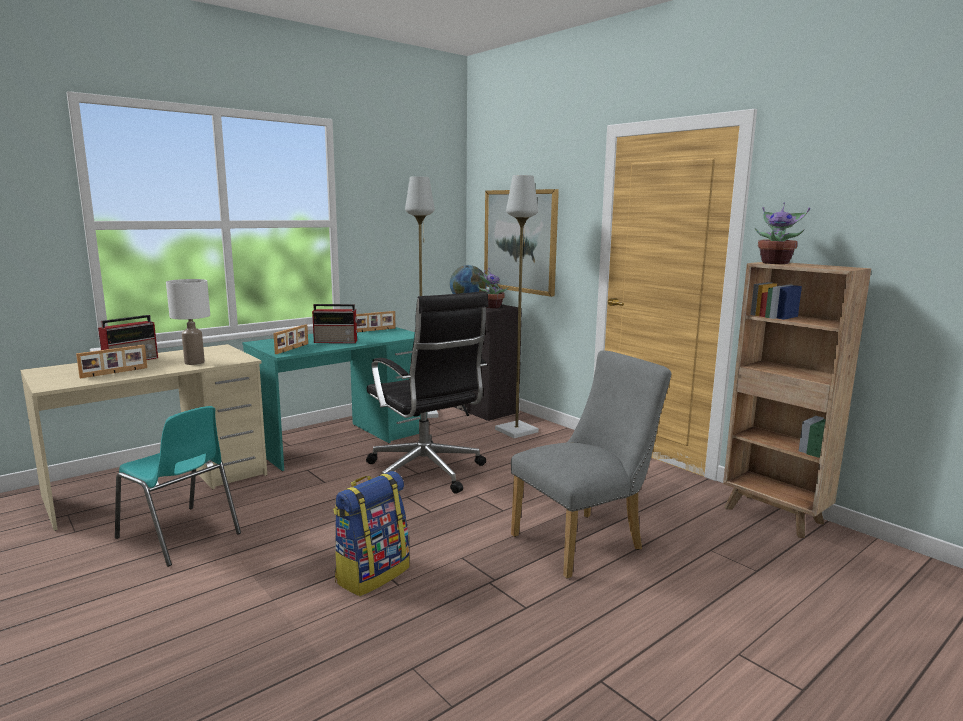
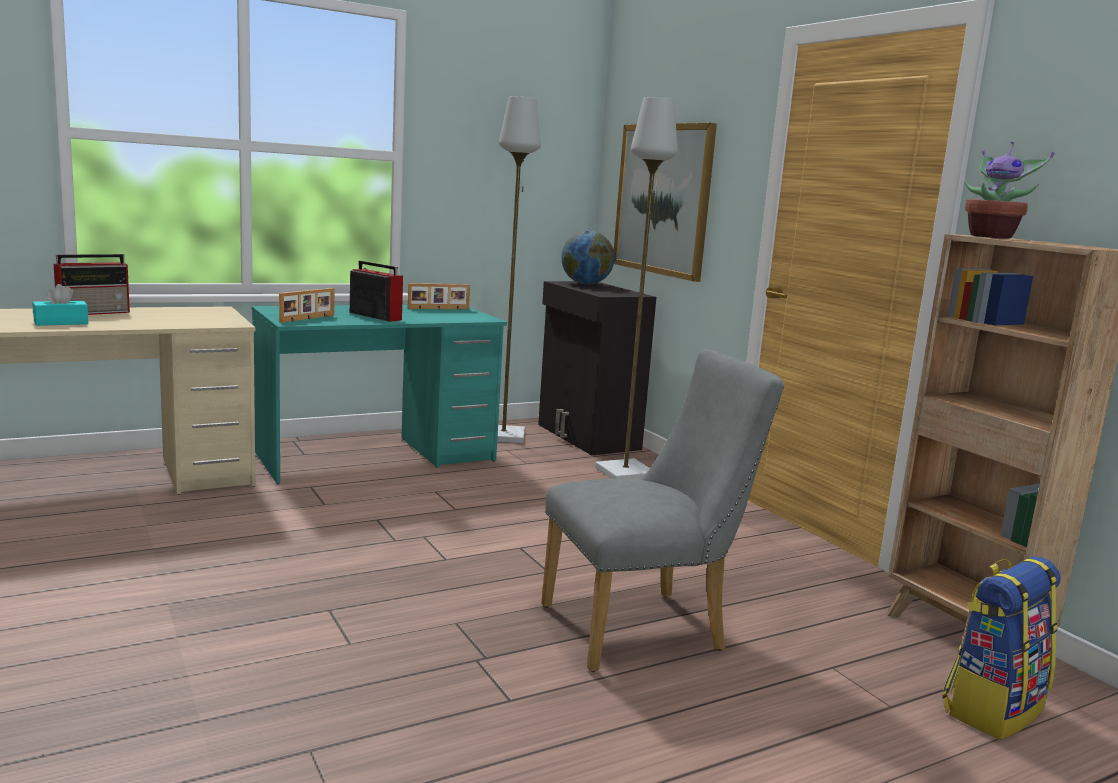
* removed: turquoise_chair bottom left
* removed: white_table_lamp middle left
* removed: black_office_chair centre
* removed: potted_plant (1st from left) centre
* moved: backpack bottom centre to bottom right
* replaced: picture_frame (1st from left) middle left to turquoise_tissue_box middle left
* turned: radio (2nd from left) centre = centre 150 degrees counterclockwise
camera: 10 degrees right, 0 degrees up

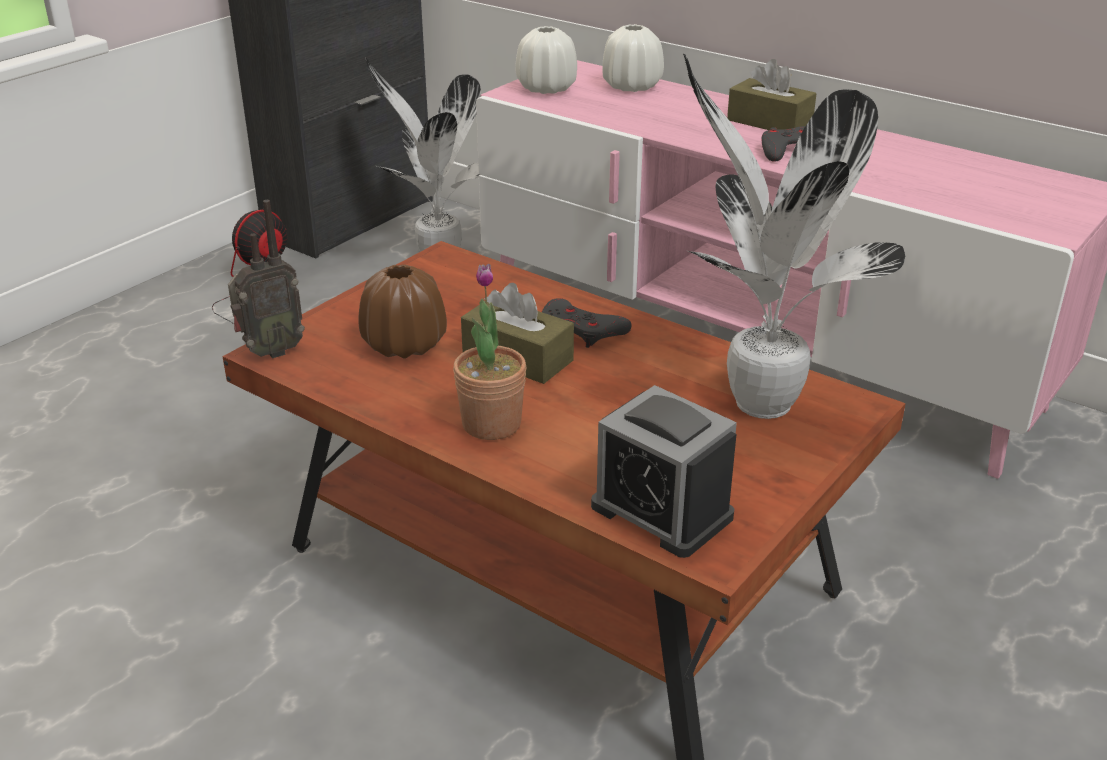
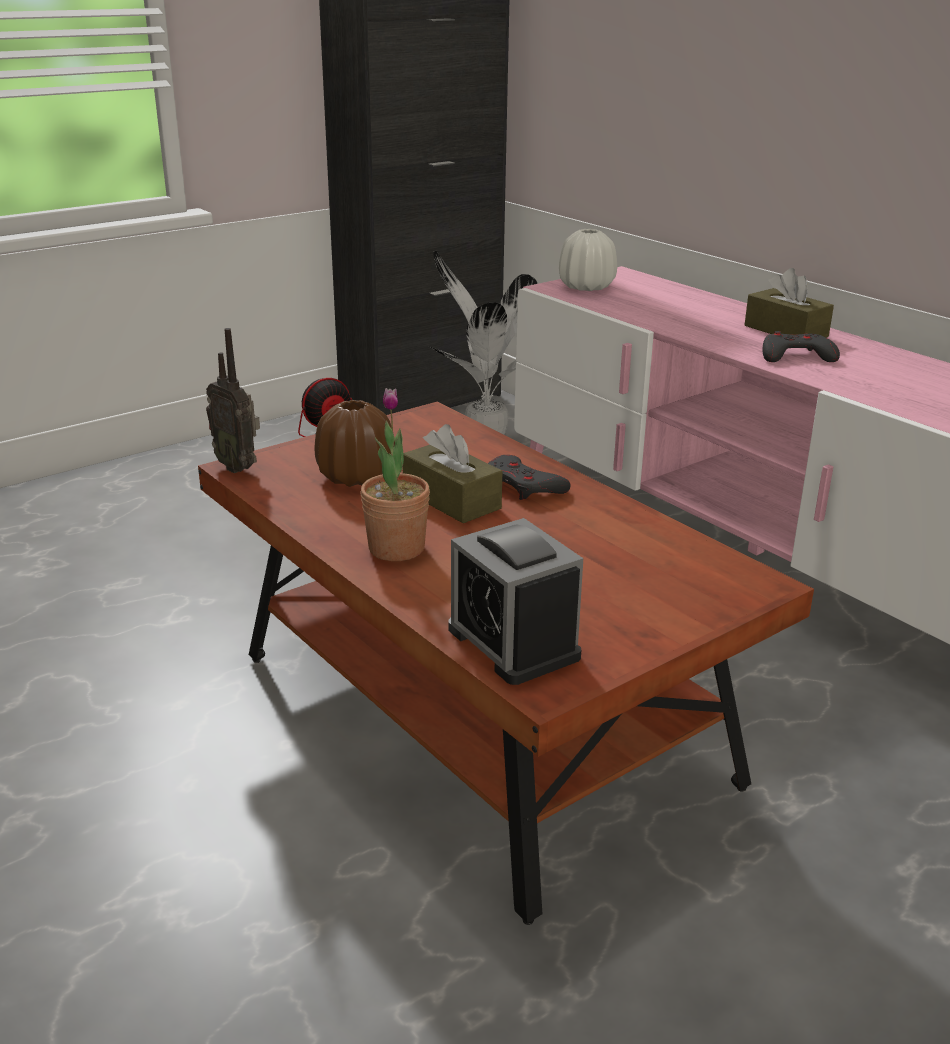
* removed: white_vase (2nd from left) top centre
* removed: potted_plant (3rd from left) top right
* turned: radio middle left = middle left 60 degrees clockwise
camera: 15 degrees right, 5 degrees down

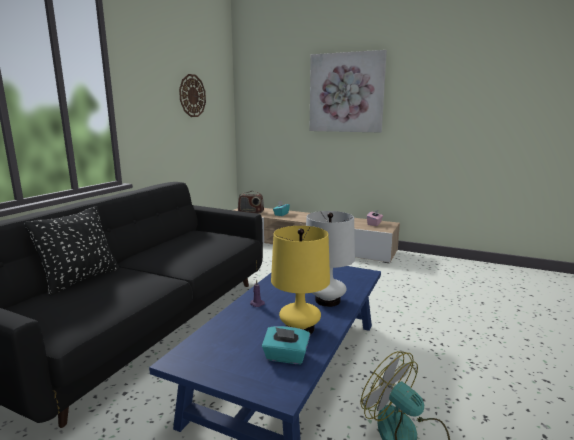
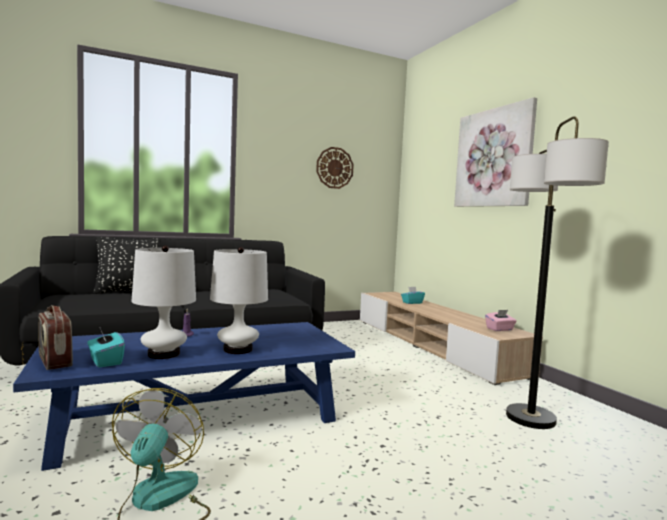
* added: floor_lamp middle right
* moved: radio centre to middle left
* recoloured: yellow_table_lamp centre to white_table_lamp (1st from left) middle left
camera: 40 degrees right, 10 degrees down

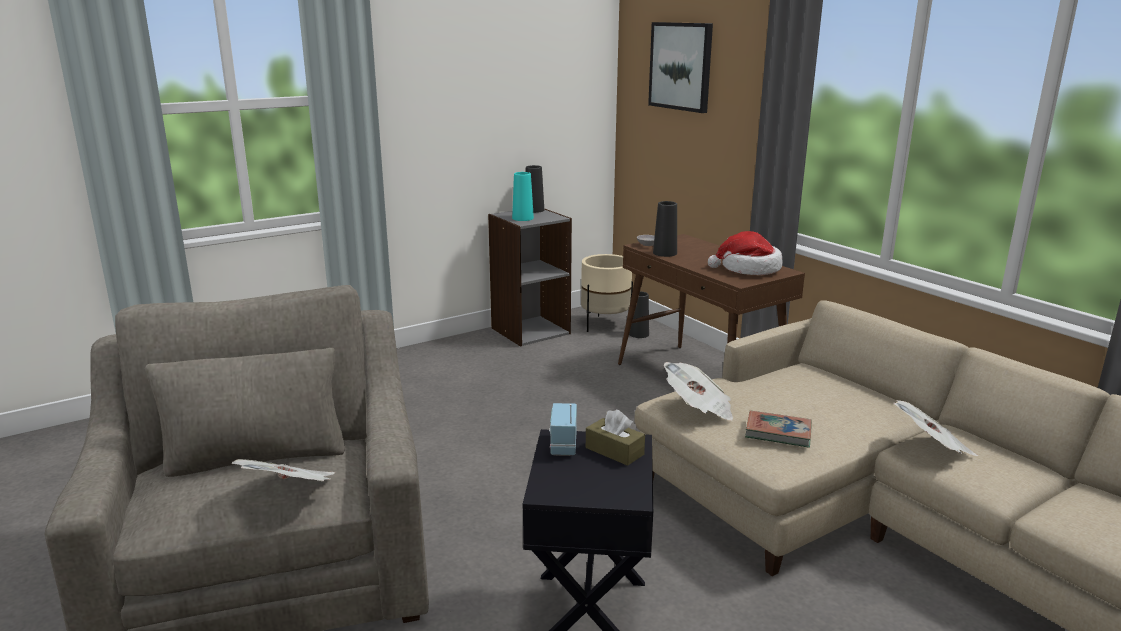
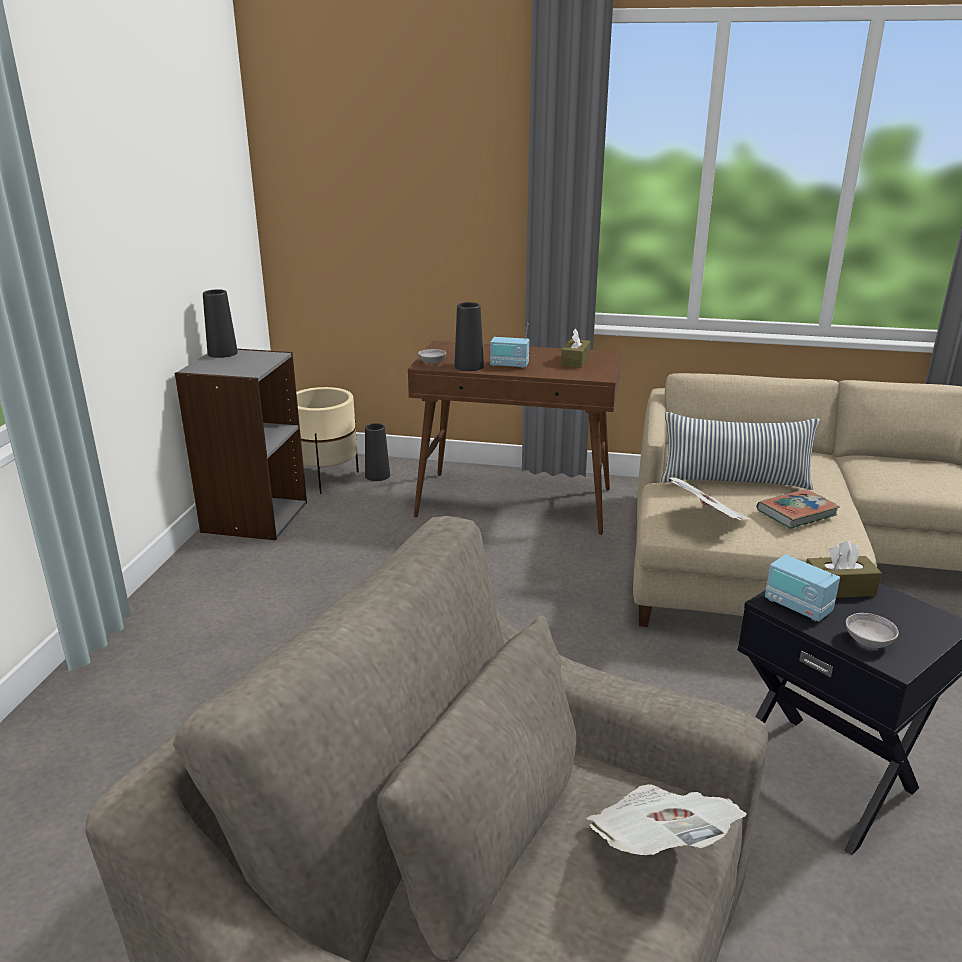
* removed: turquoise_vase top centre
* removed: picture top centre
* removed: newspaper (3rd from left) bottom right
* added: radio (1st from left) centre
* added: pillow middle right
* added: grey_bowl (2nd from left) middle right
* replaced: hat centre to brown_tissue_box (1st from left) centre
camera: 45 degrees left, 5 degrees up

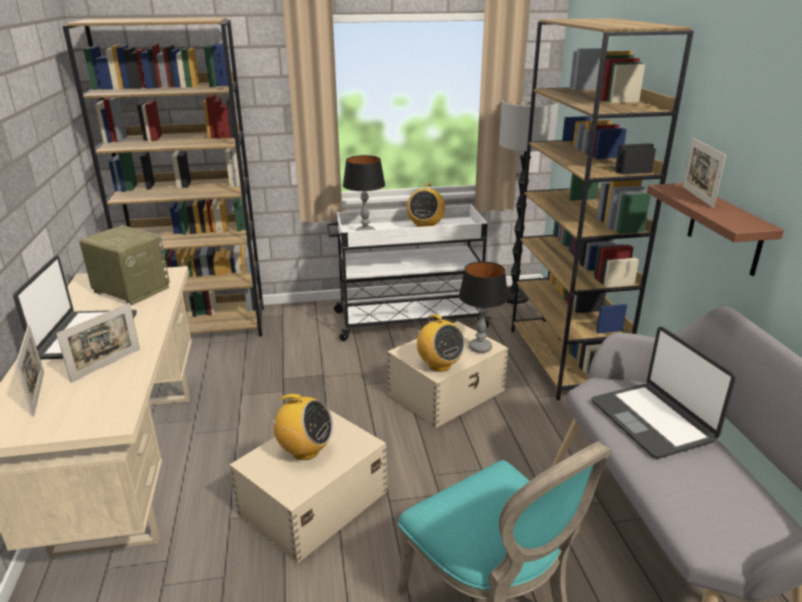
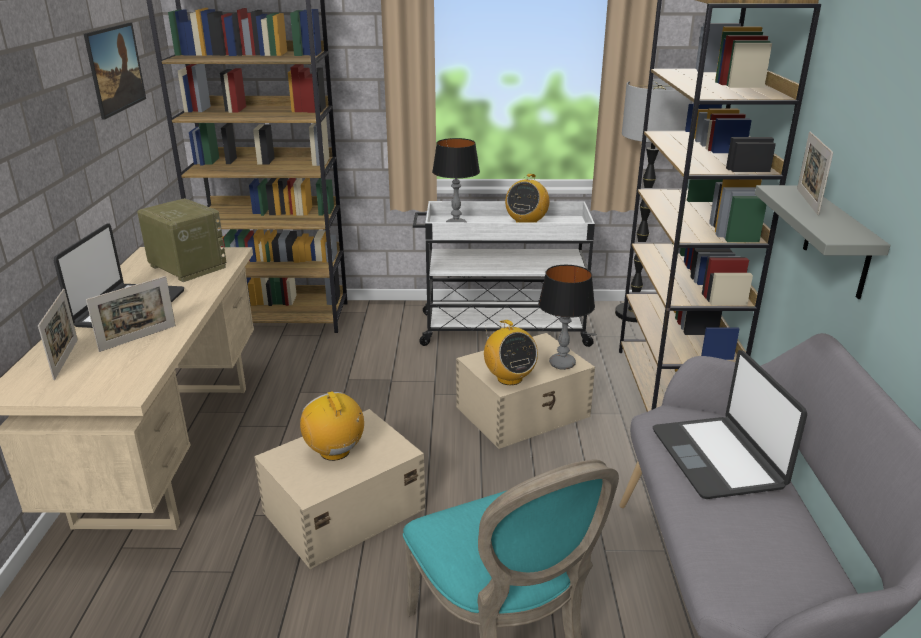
* added: picture top left
* recoloured: brown_shelf middle right to grey_shelf middle right
* turned: radio (2nd from left) bottom centre = bottom centre 150 degrees counterclockwise
camera: 10 degrees right, 0 degrees up

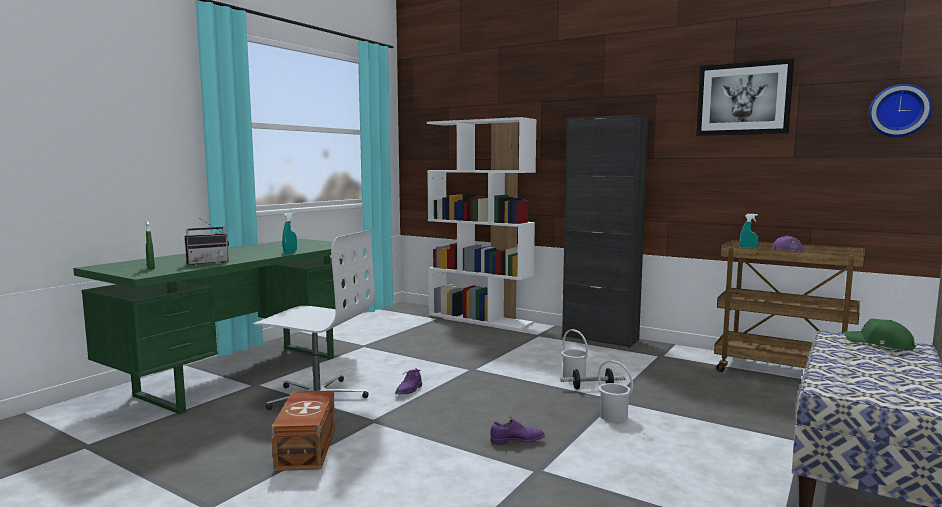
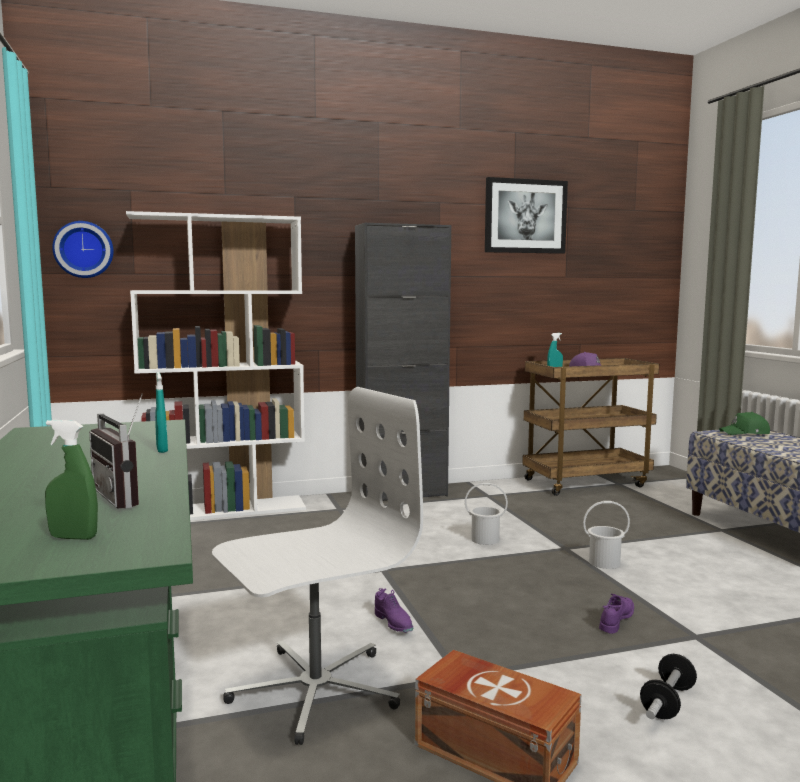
* moved: dumbbell bottom centre to bottom right
* moved: wall_clock top right to top left
* turned: radio middle left = middle left 135 degrees clockwise
camera: 50 degrees left, 0 degrees up

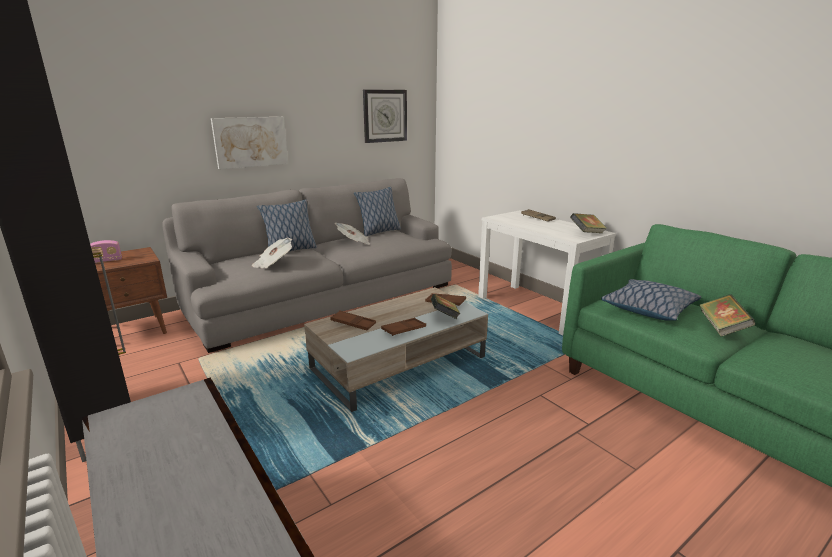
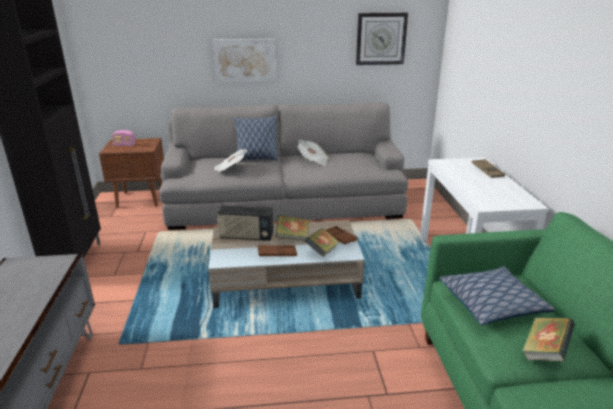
* removed: pillow (2nd from left) centre
* moved: book (2nd from left in the first image) middle right to book (1st from left) centre
* replaced: brown_tray (1st from left) centre to radio (2nd from left) centre
camera: 30 degrees right, 5 degrees up

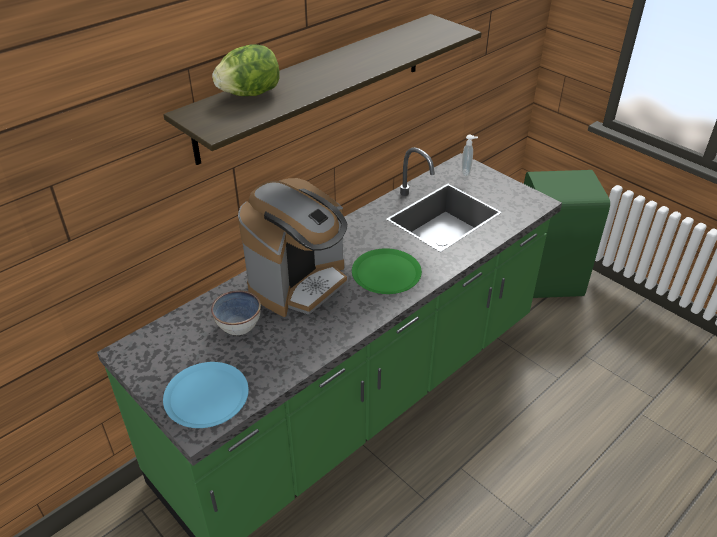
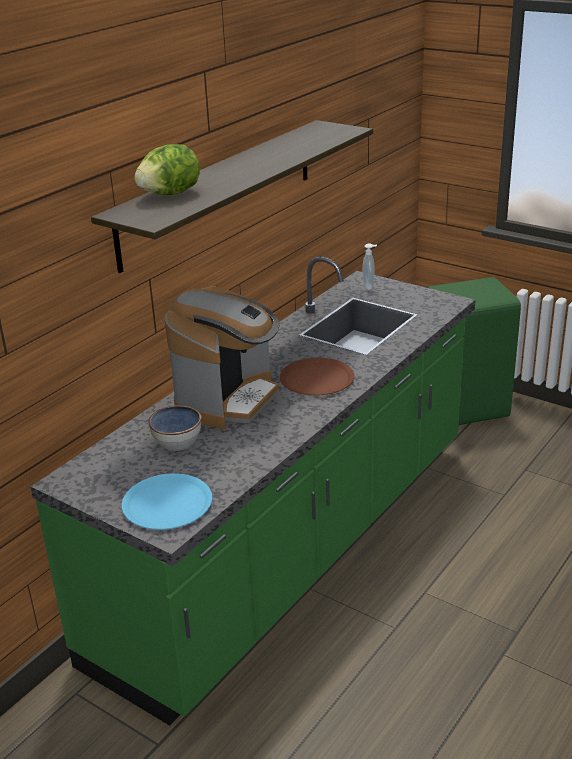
* recoloured: green_plate centre to brown_plate centre
camera: 10 degrees left, 10 degrees down

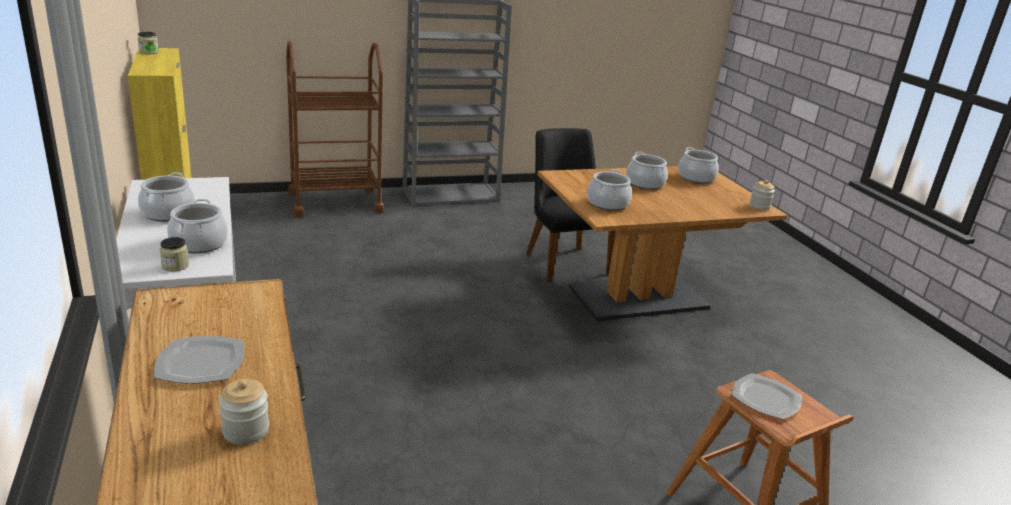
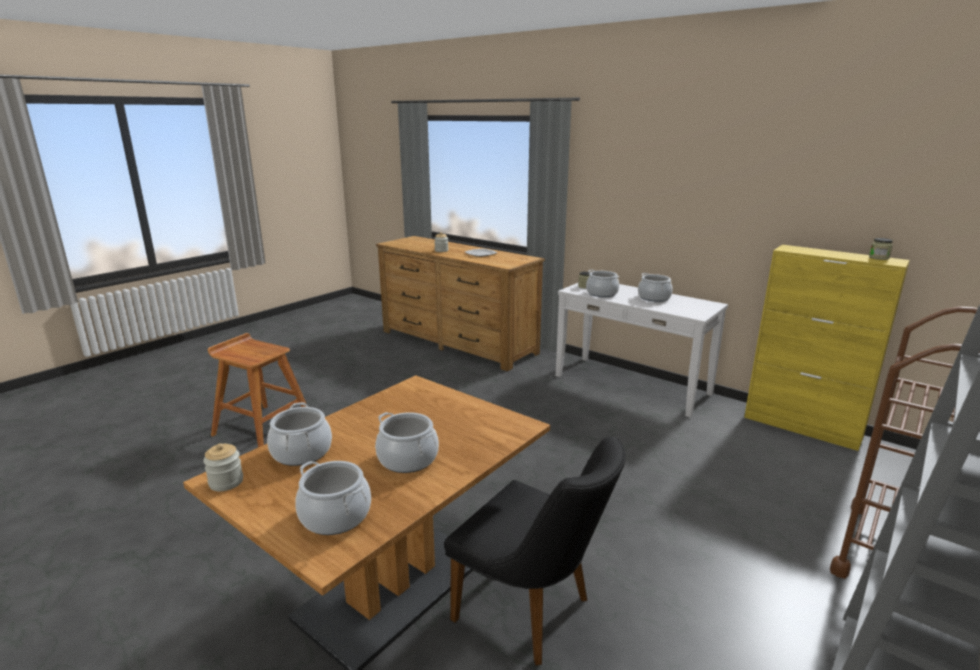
* removed: plate (2nd from left) bottom right
* moved: cooking_pot (3rd from left in the first image) centre to cooking_pot (1st from left) middle left
camera: 150 degrees right, 5 degrees down

